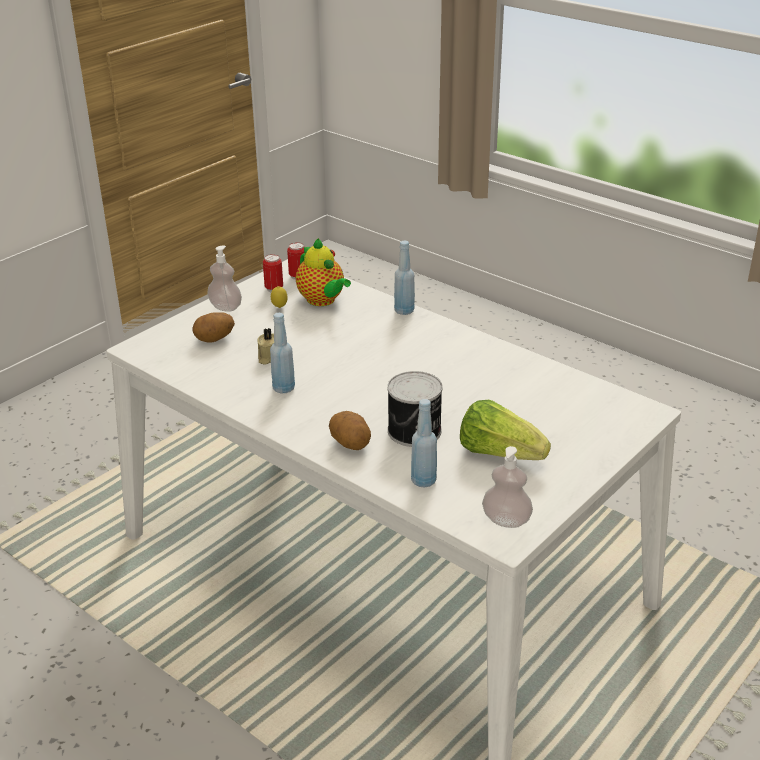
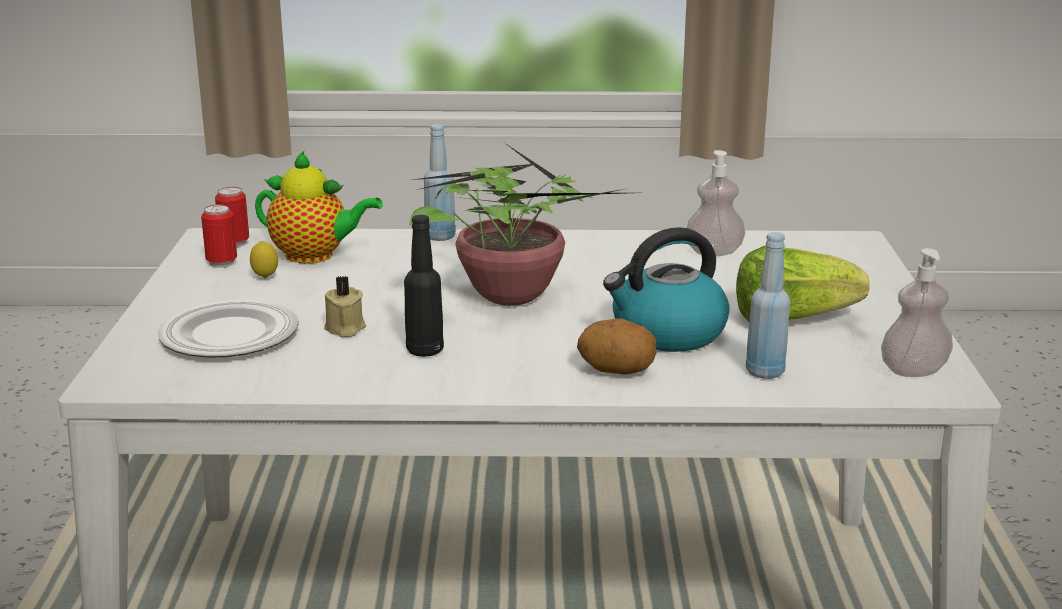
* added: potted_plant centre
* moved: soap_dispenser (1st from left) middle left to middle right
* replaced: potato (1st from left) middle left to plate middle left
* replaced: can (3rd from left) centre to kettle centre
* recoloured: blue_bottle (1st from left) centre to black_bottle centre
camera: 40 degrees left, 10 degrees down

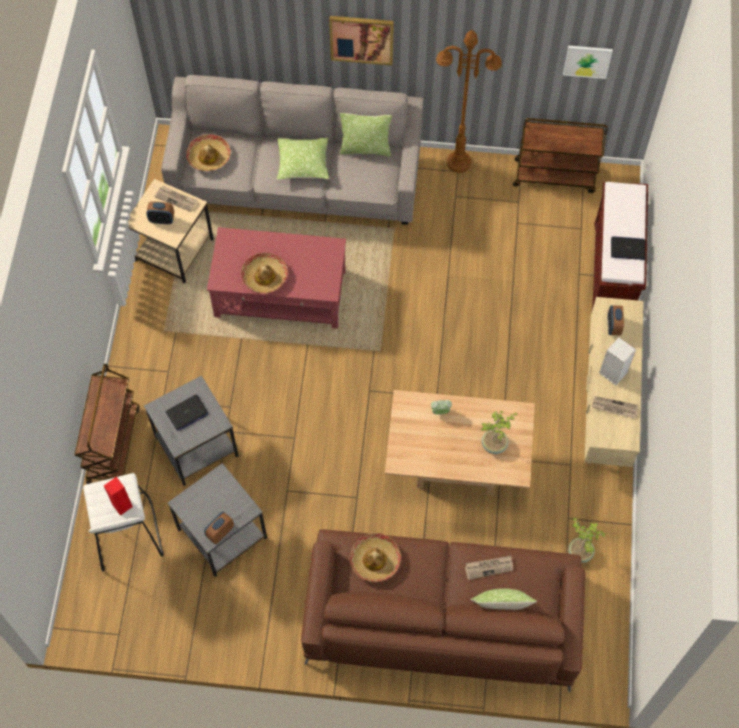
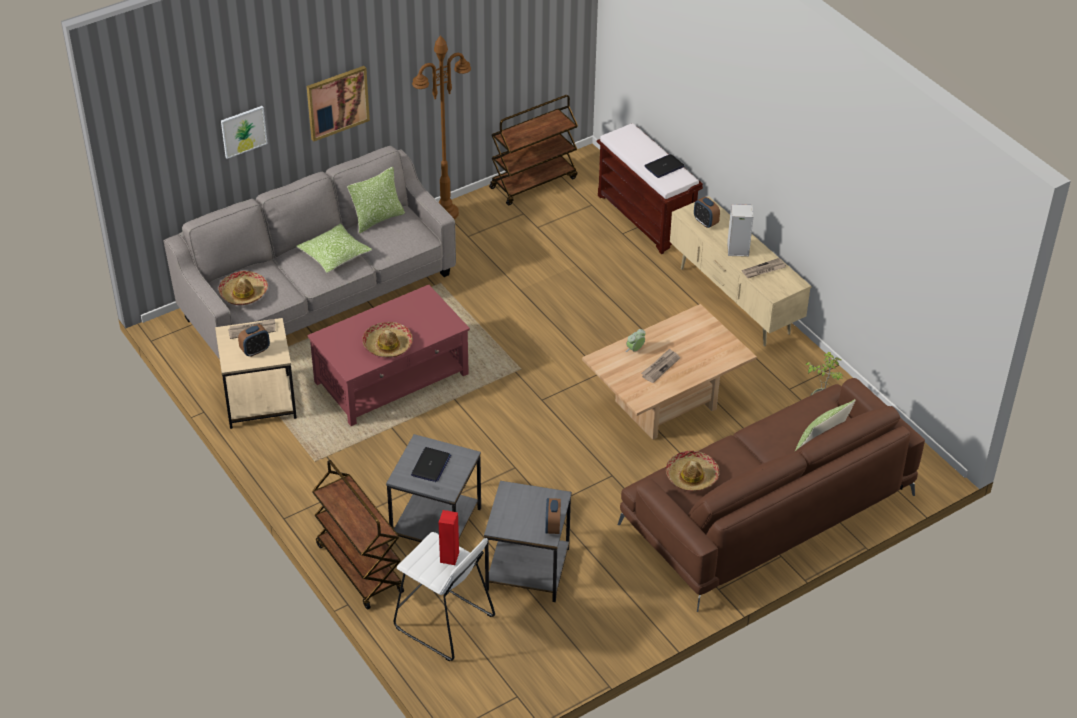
* removed: potted_plant (1st from left) middle right
* moved: newspaper (2nd from left) bottom centre to centre
* moved: picture (2nd from left in the first image) top right to picture (1st from left) top left
camera: 40 degrees left, 20 degrees down

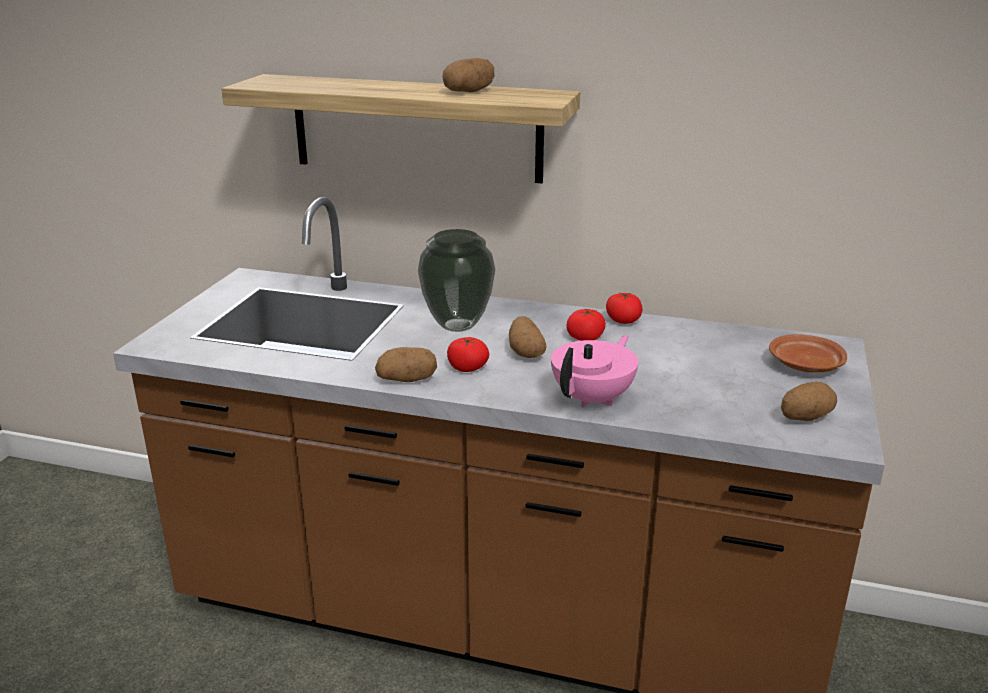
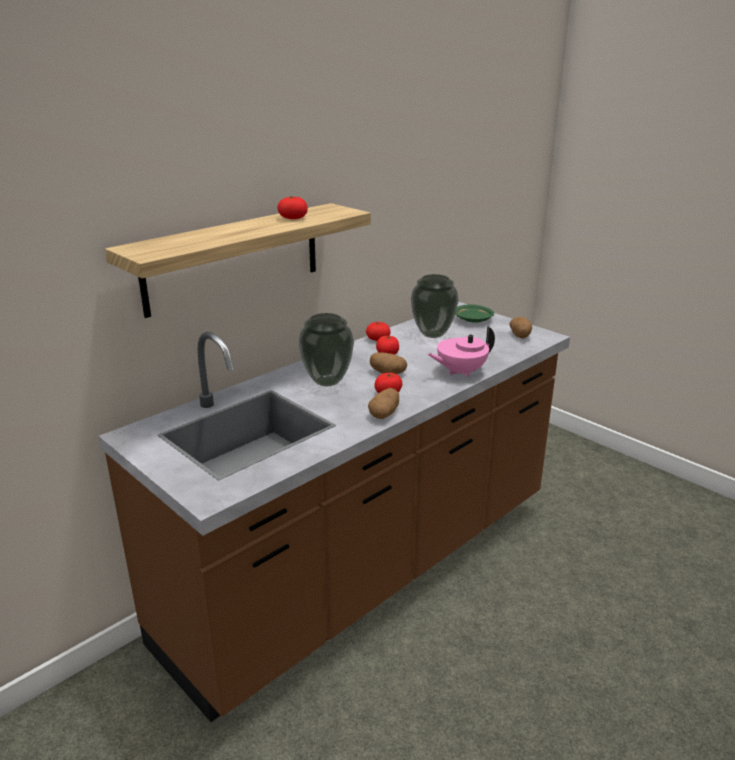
* added: vase (2nd from left) centre
* replaced: potato (2nd from left) top centre to tomato (1st from left) top centre
* recoloured: brown_plate middle right to green_plate centre
* turned: pink_teapot centre = centre 90 degrees counterclockwise
camera: 60 degrees left, 0 degrees up

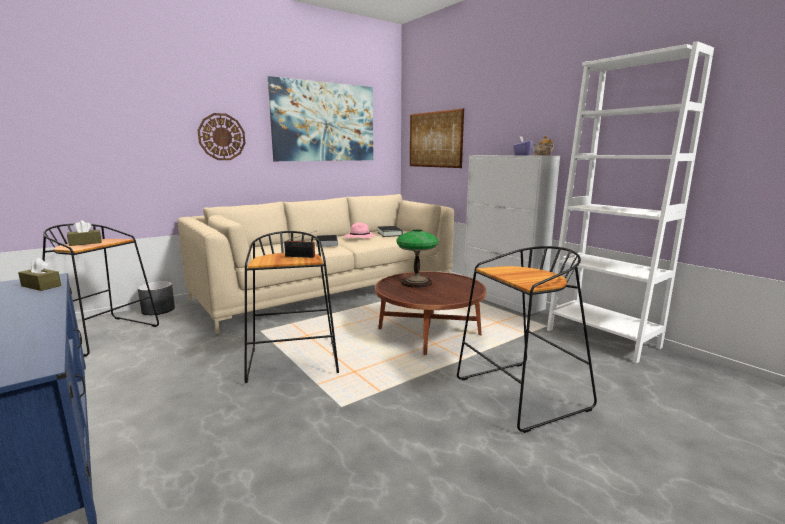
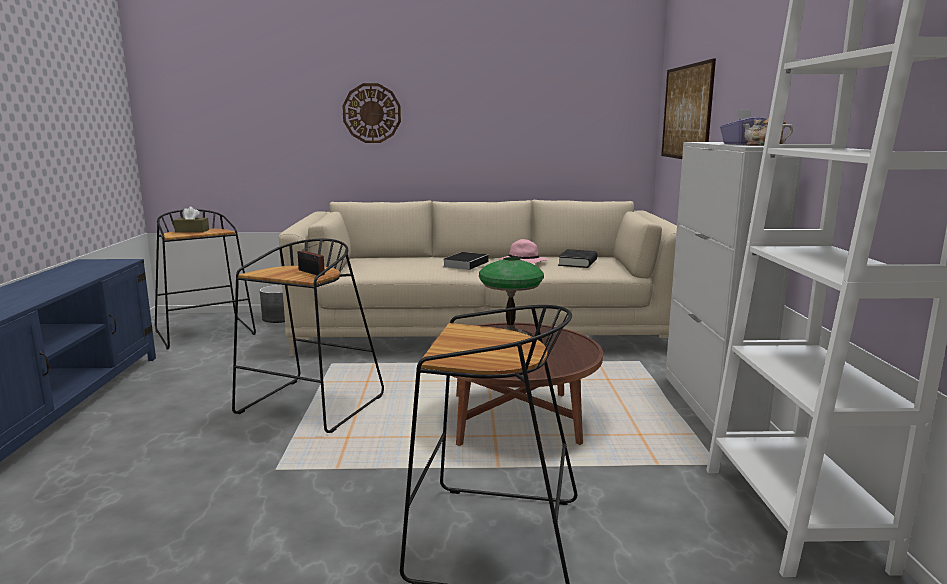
* removed: brown_tissue_box (1st from left) middle left
* removed: picture (1st from left) top centre
camera: 35 degrees right, 0 degrees up

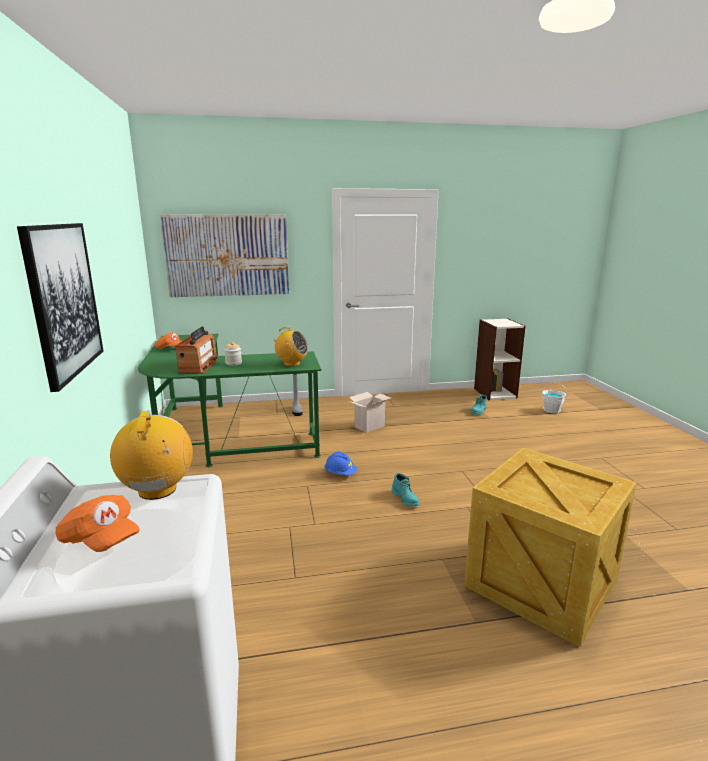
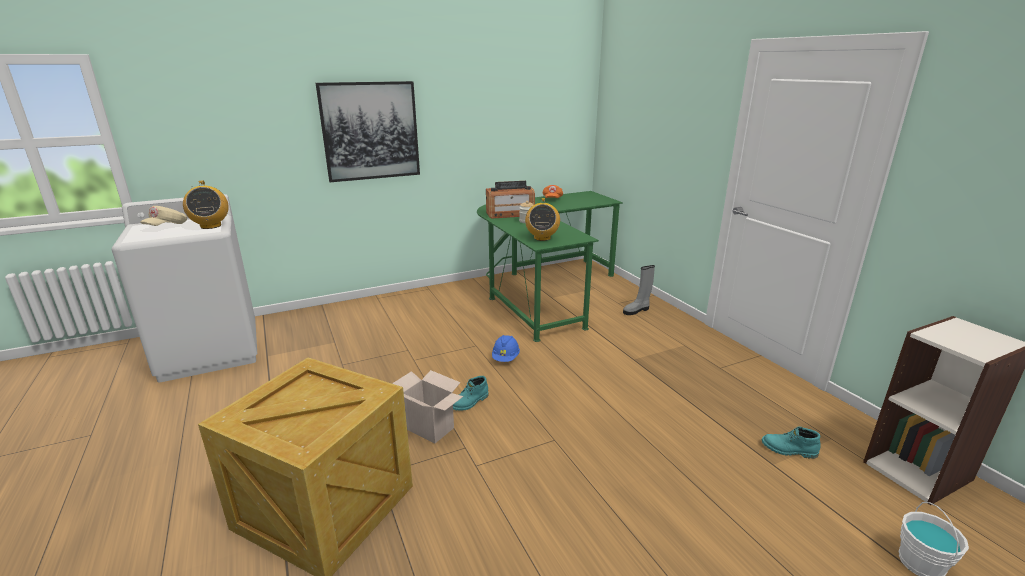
* removed: picture (2nd from left) middle left
* moved: cardboard_box centre to bottom centre
* recoloured: orange_cap (1st from left) bottom left to beige_cap middle left
* turned: radio (1st from left) middle left = middle left 90 degrees clockwise
camera: 75 degrees right, 5 degrees up

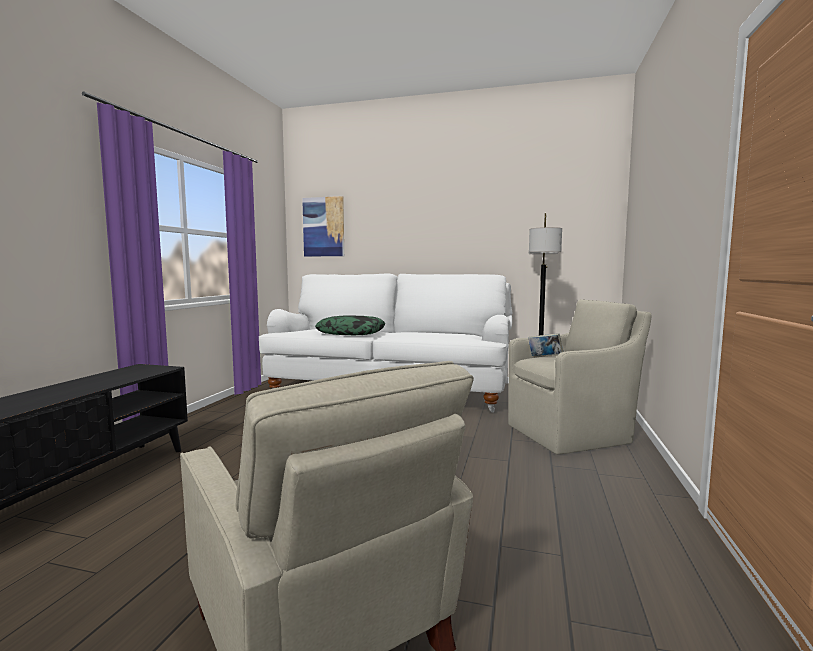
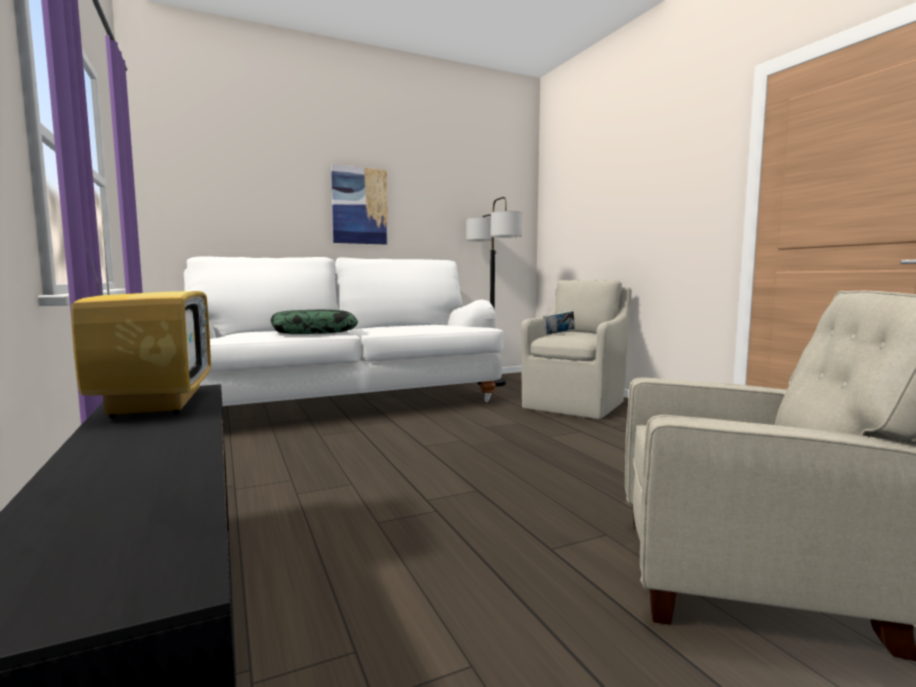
* added: television middle left
* moved: picture centre to top centre
camera: 40 degrees left, 0 degrees up

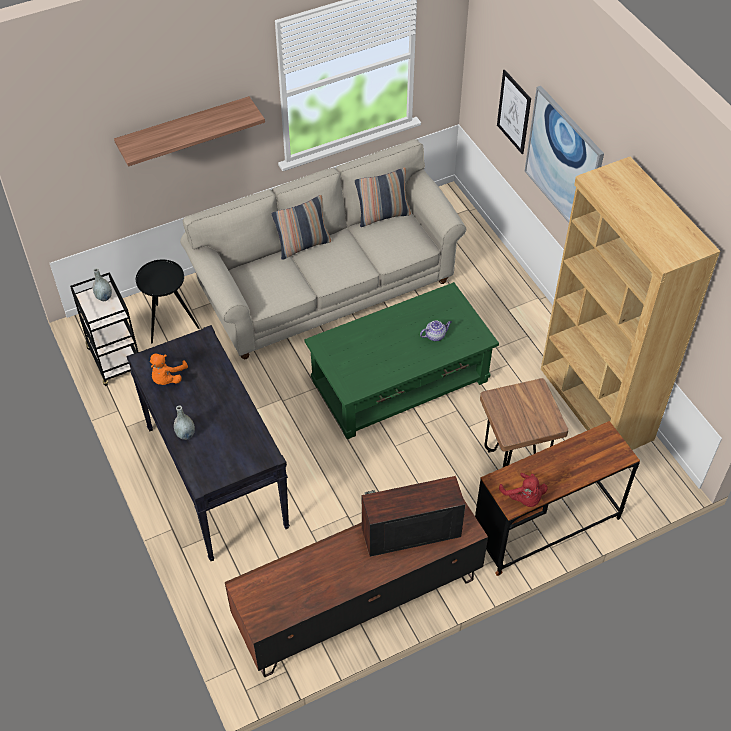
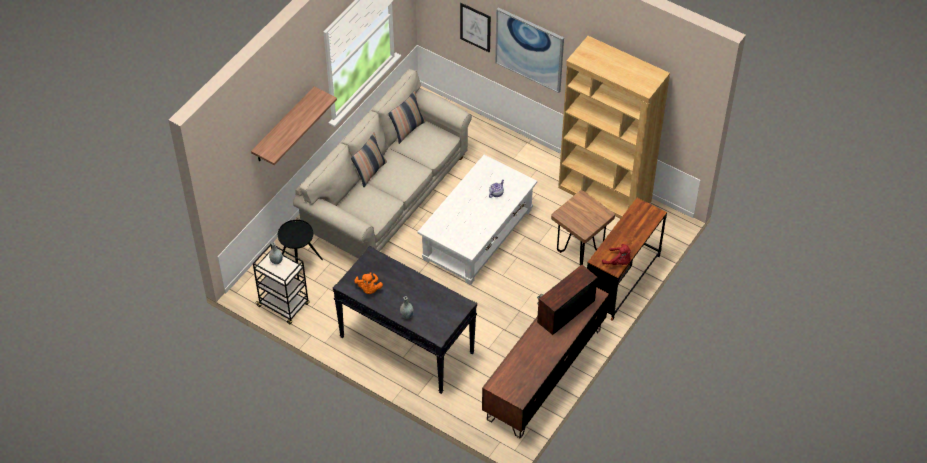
* recoloured: green_coffee_table centre to white_coffee_table centre
camera: 30 degrees left, 0 degrees up

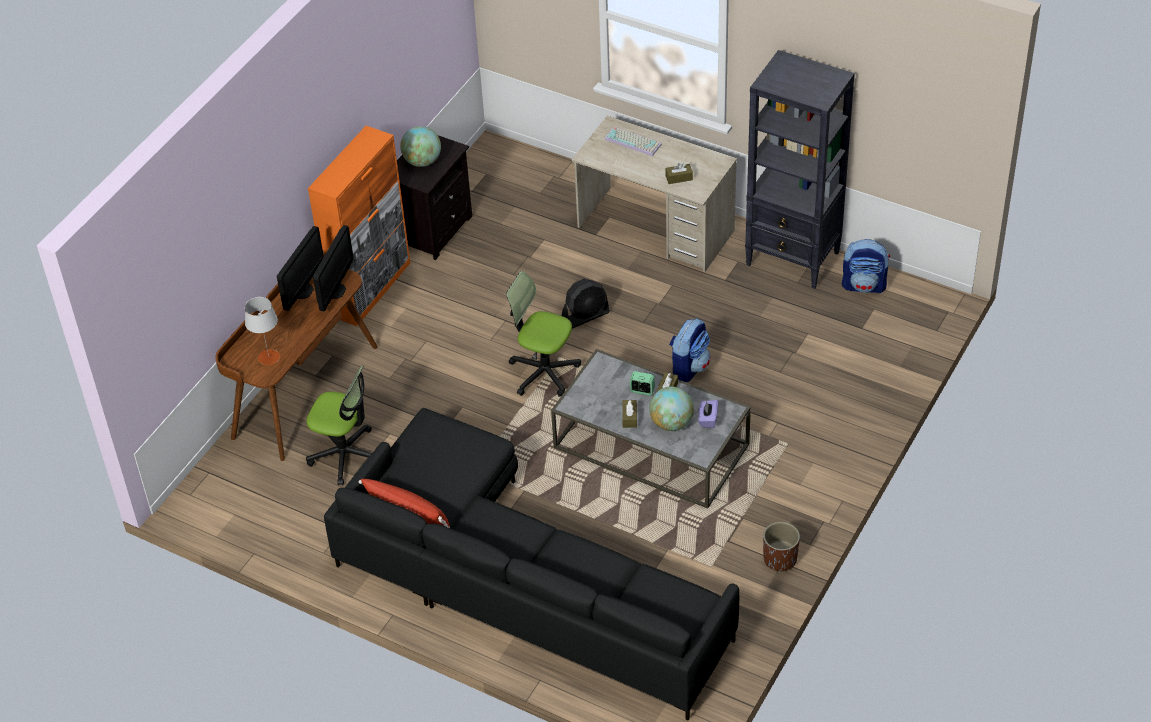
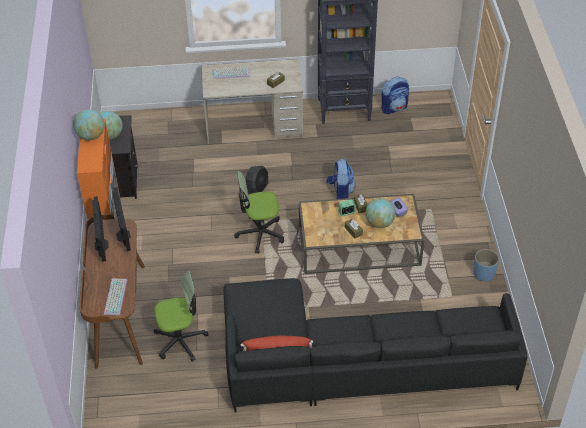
* added: globe (1st from left) top left
* replaced: grey_table_lamp middle left to keyboard (1st from left) bottom left
* recoloured: grey_coffee_table centre to brown_coffee_table centre
* recoloured: brown_planter bottom right to blue_planter middle right
camera: 35 degrees left, 0 degrees up

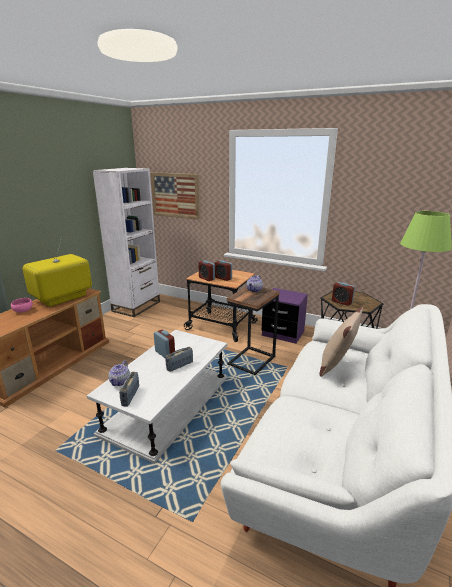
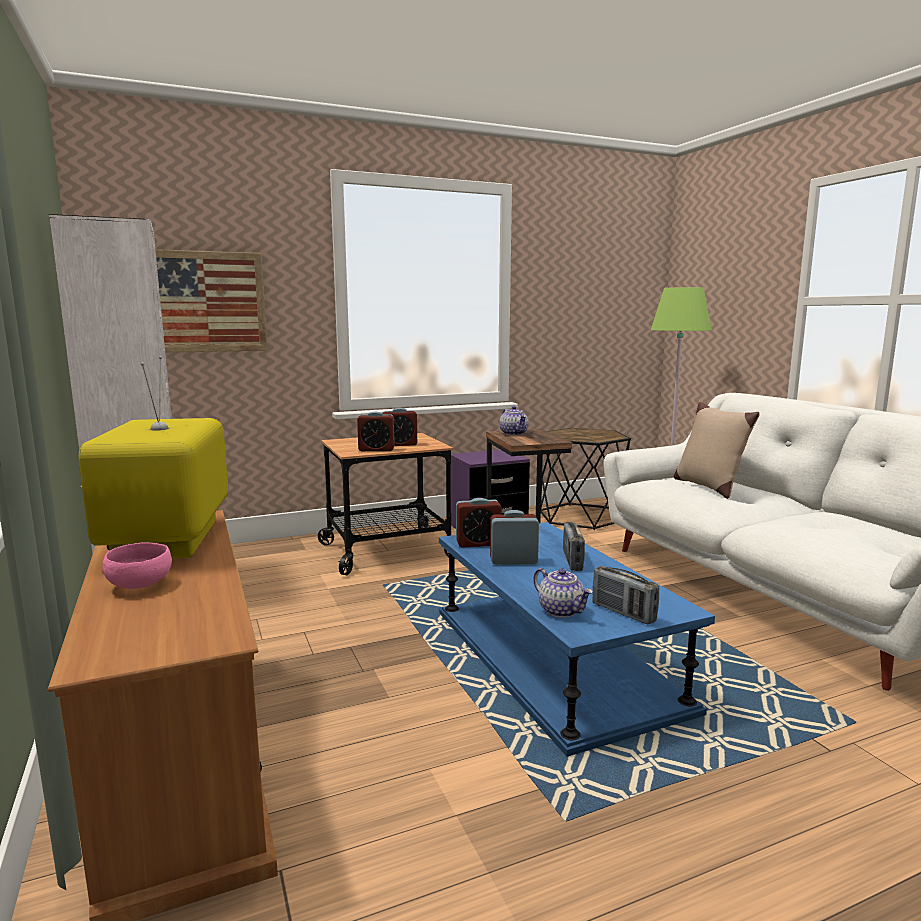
* moved: alarm_clock (4th from left in the first image) middle right to alarm_clock (3rd from left) centre
* recoloured: white_coffee_table bottom centre to blue_coffee_table bottom centre
camera: 50 degrees left, 10 degrees down

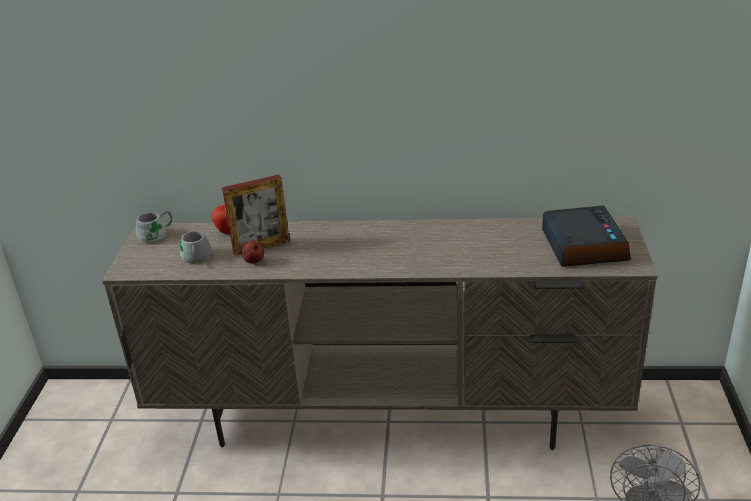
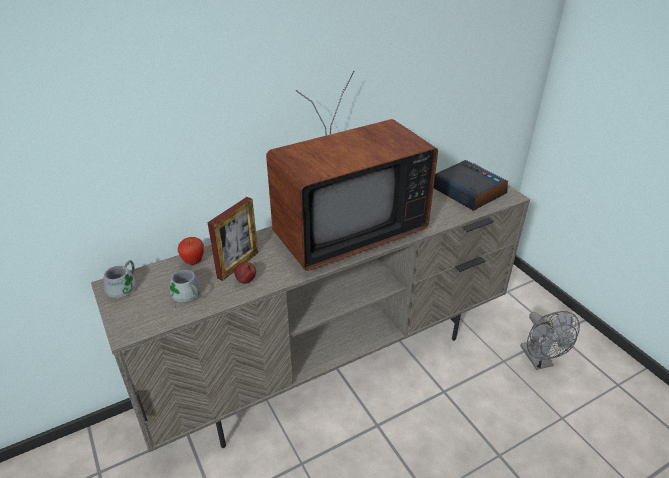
* added: television centre
camera: 35 degrees left, 5 degrees up

